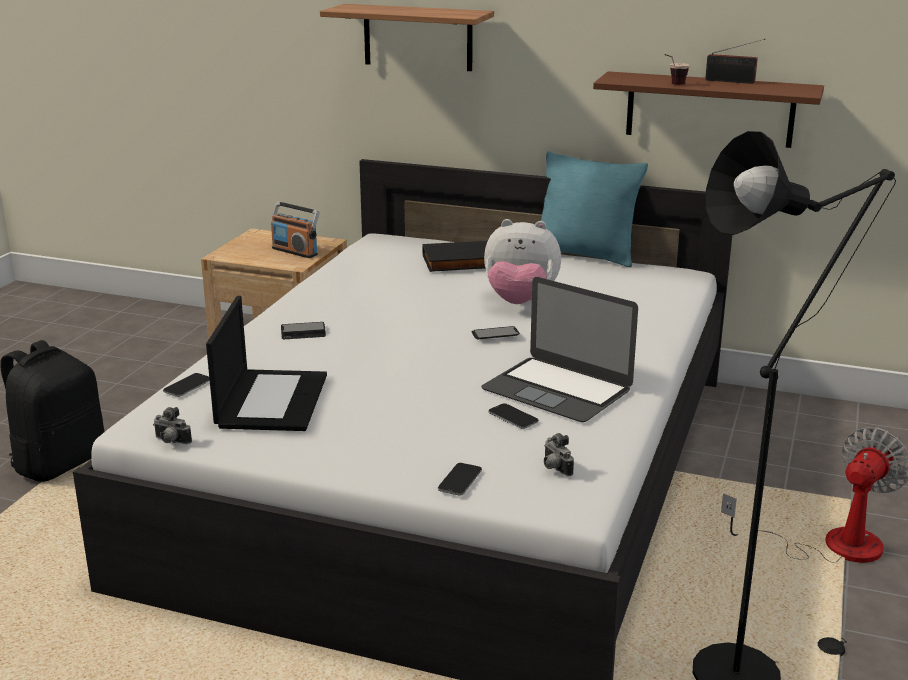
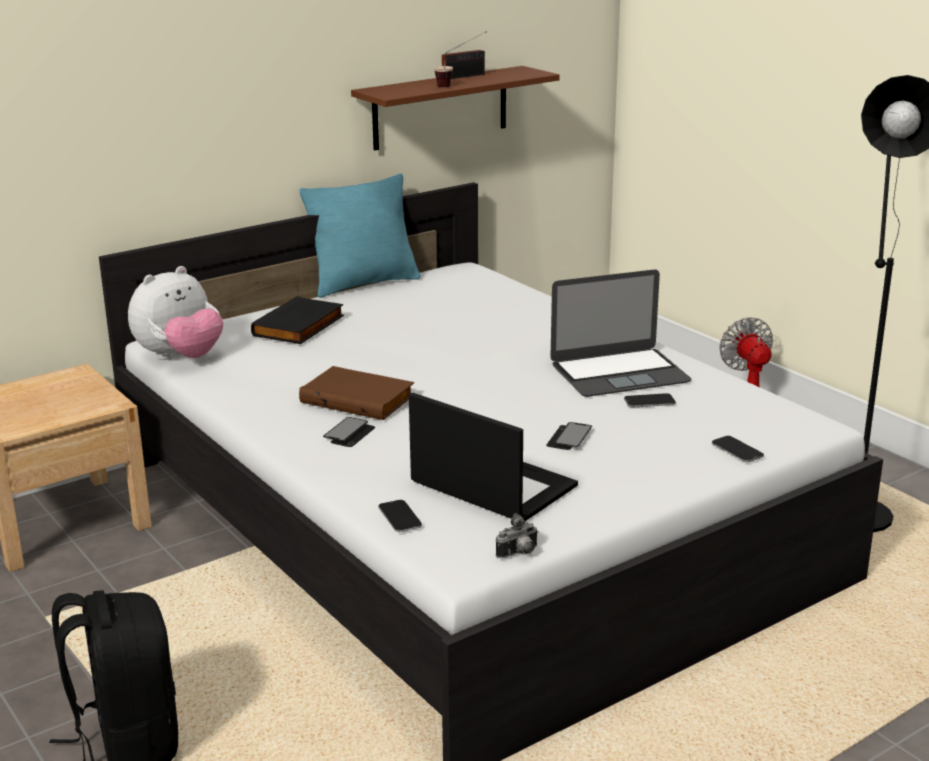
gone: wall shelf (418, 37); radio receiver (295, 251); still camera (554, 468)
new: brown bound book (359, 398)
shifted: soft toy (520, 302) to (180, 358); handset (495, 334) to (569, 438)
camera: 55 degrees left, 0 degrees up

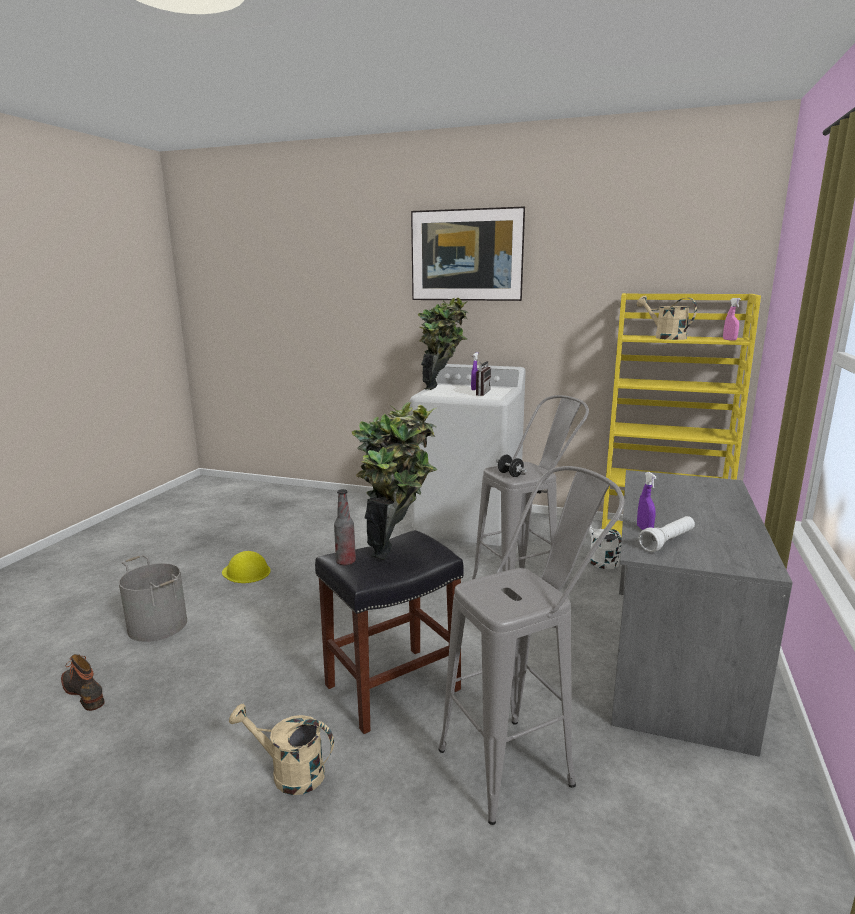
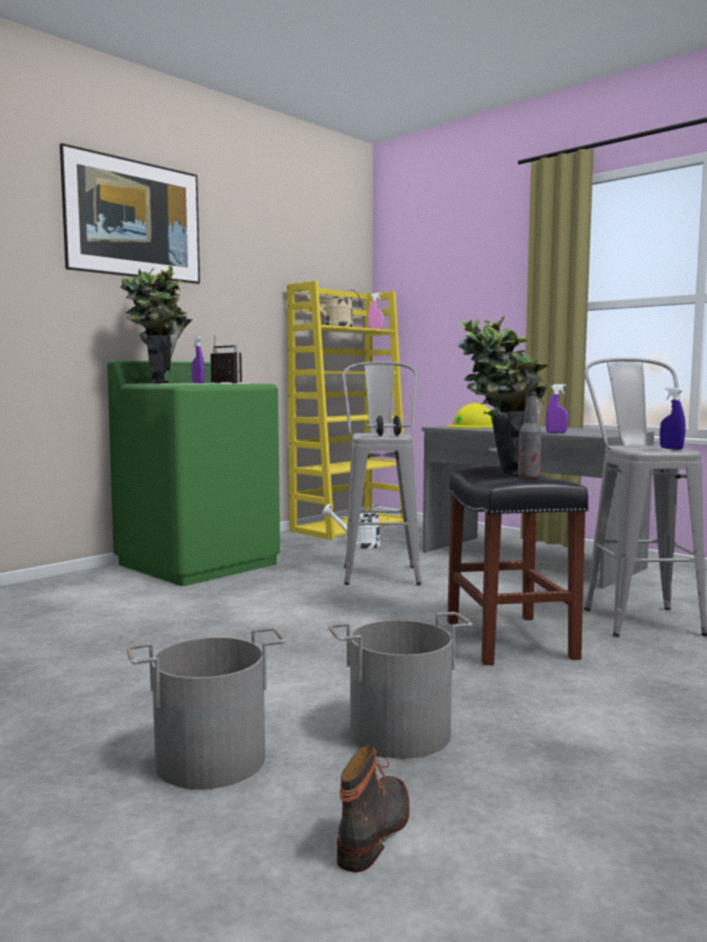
gone: whitish flashlight (667, 542); sand-coloured watering can (289, 773)
new: blue-coloured sprayer (671, 449); gray pail (399, 732)
shifted: yellow work helmet (246, 572) to (473, 426)
repainted: whitish laundry appliance (468, 522) to greenish laundry appliance (199, 564)
rotated: tall boot (85, 692) = (375, 830) 135 degrees clockwise
camera: 65 degrees left, 10 degrees down

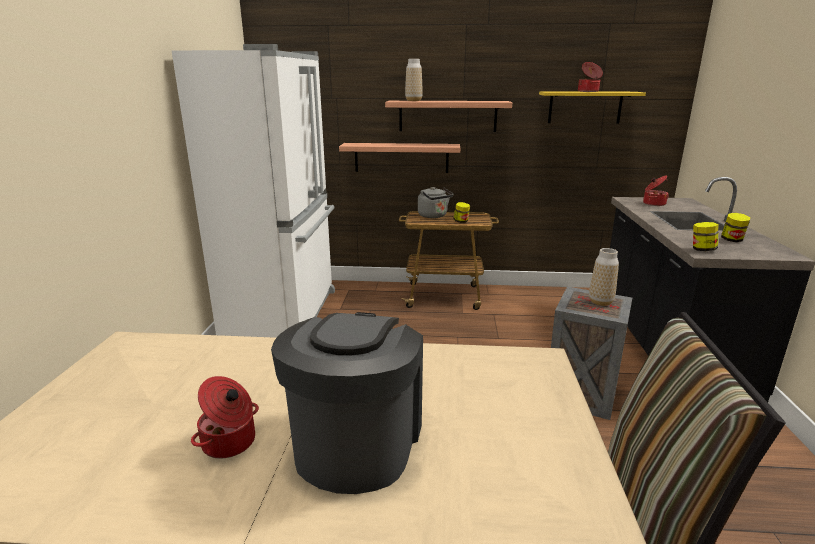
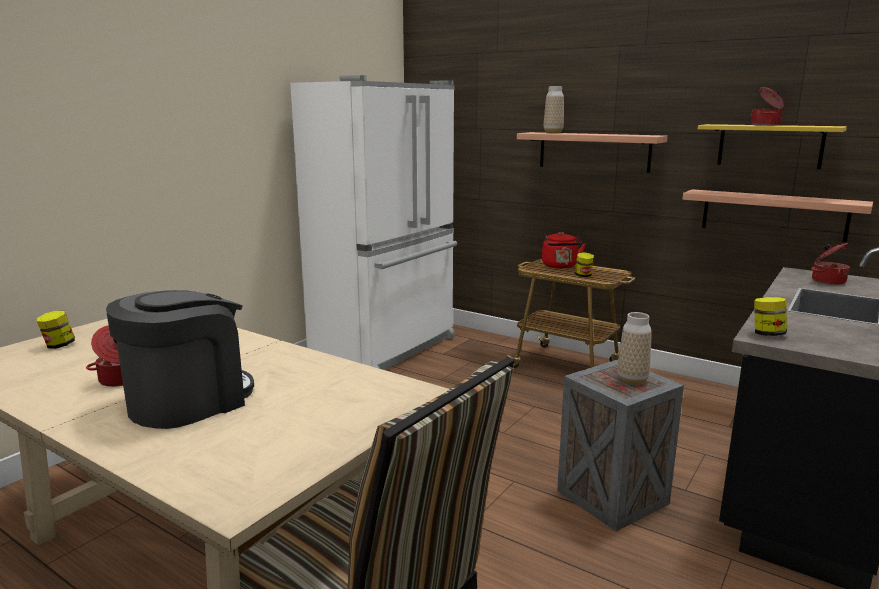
shifted: wall shelf (401, 157) to (773, 214); storage jar (732, 240) to (59, 345)
repainted: gray tea kettle (434, 216) to red tea kettle (560, 266)
camera: 30 degrees right, 5 degrees down

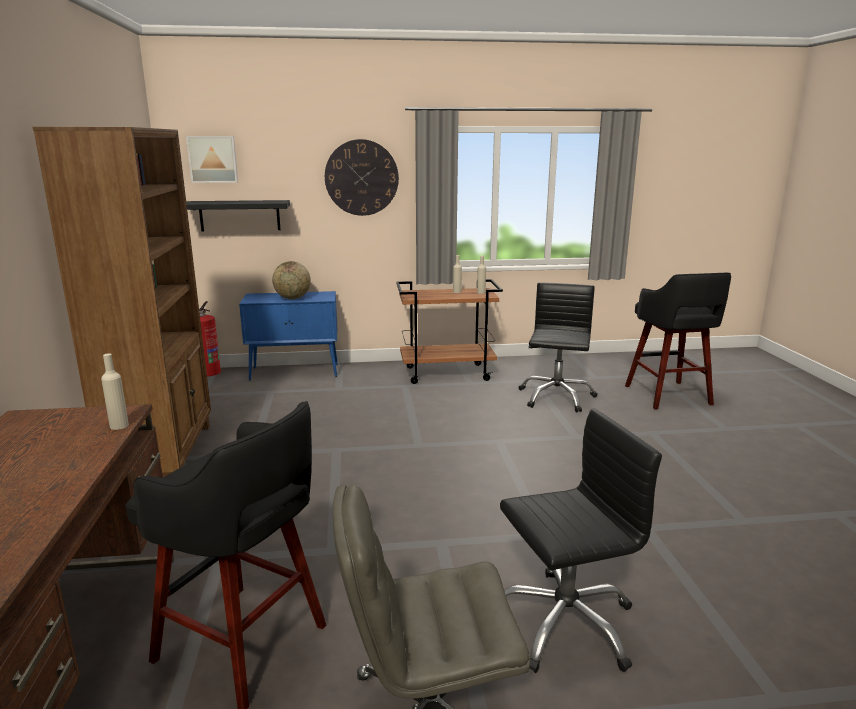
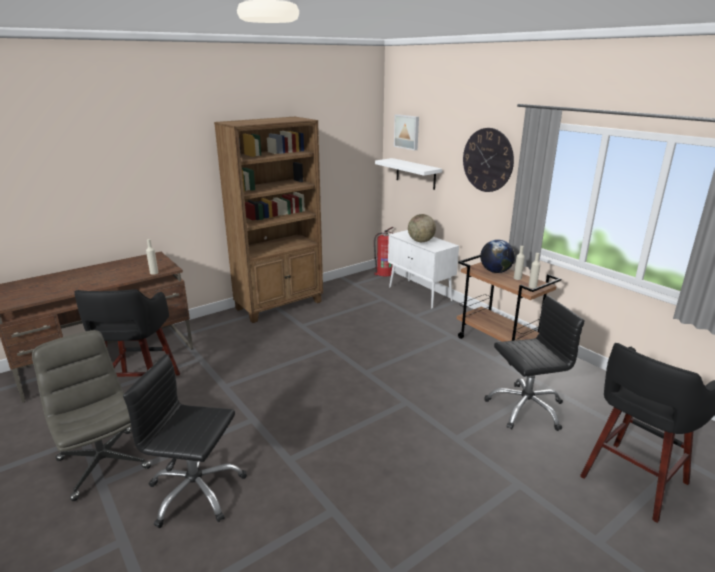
new: desk globe (495, 271)
repainted: black-coloured wall shelf (240, 215) to whitish wall shelf (415, 173); blue-coloured cabinet (295, 372) to whitish cabinet (420, 294)
rotated: black-coloured desk chair (564, 622) = (196, 492) 150 degrees clockwise
camera: 60 degrees right, 5 degrees up

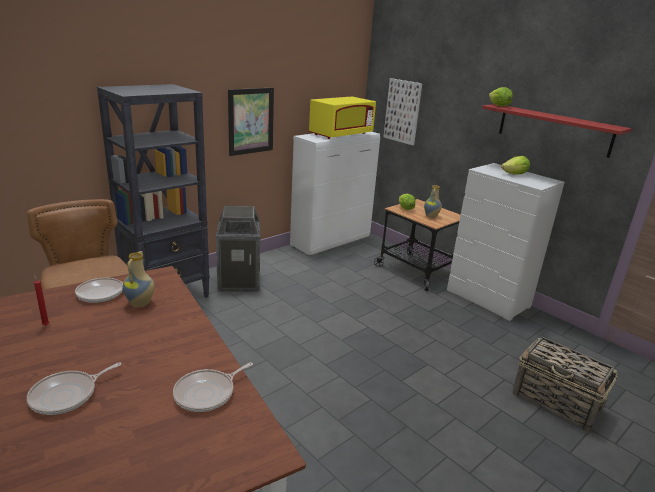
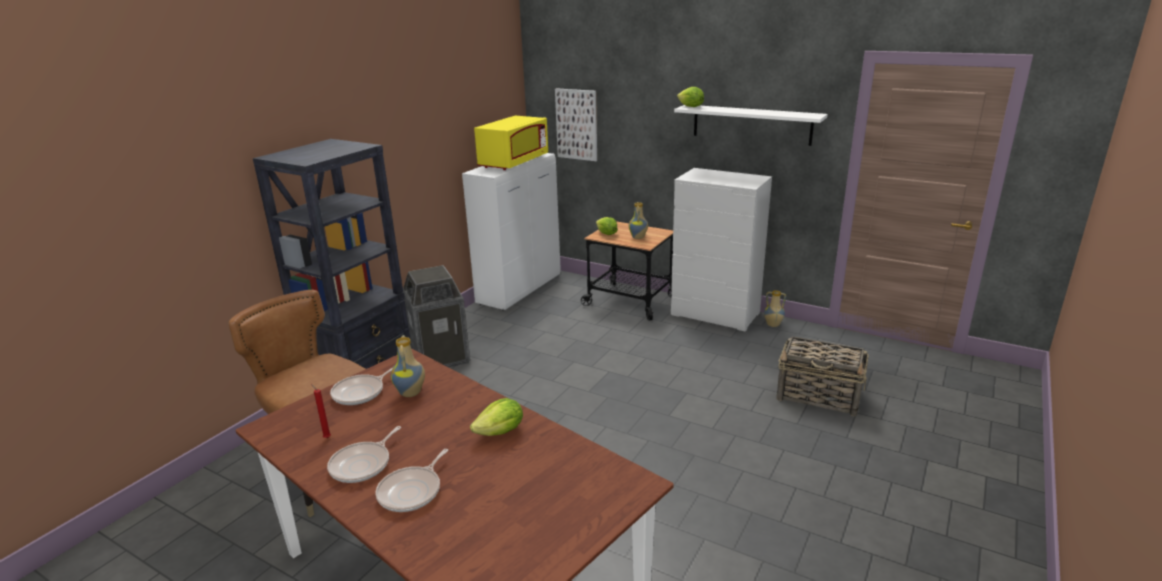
gone: picture (251, 121)
new: flower vase (773, 325)
shifted: lettuce (515, 174) to (501, 432); pan (207, 393) to (363, 464)
repainted: red wall shelf (553, 130) to whitish wall shelf (751, 124)
camera: 15 degrees left, 0 degrees up

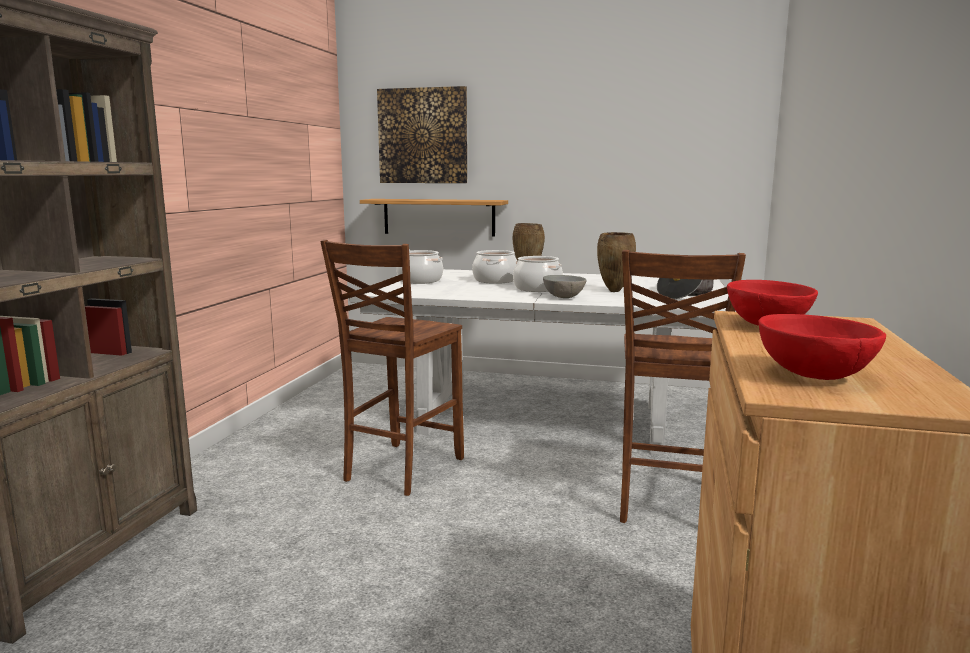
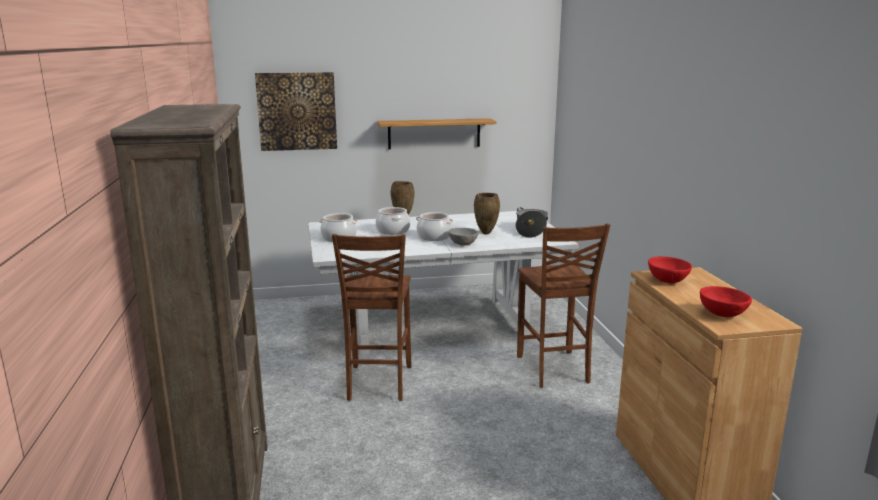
shifted: wall shelf (438, 217) to (434, 133)
camera: 25 degrees left, 5 degrees up

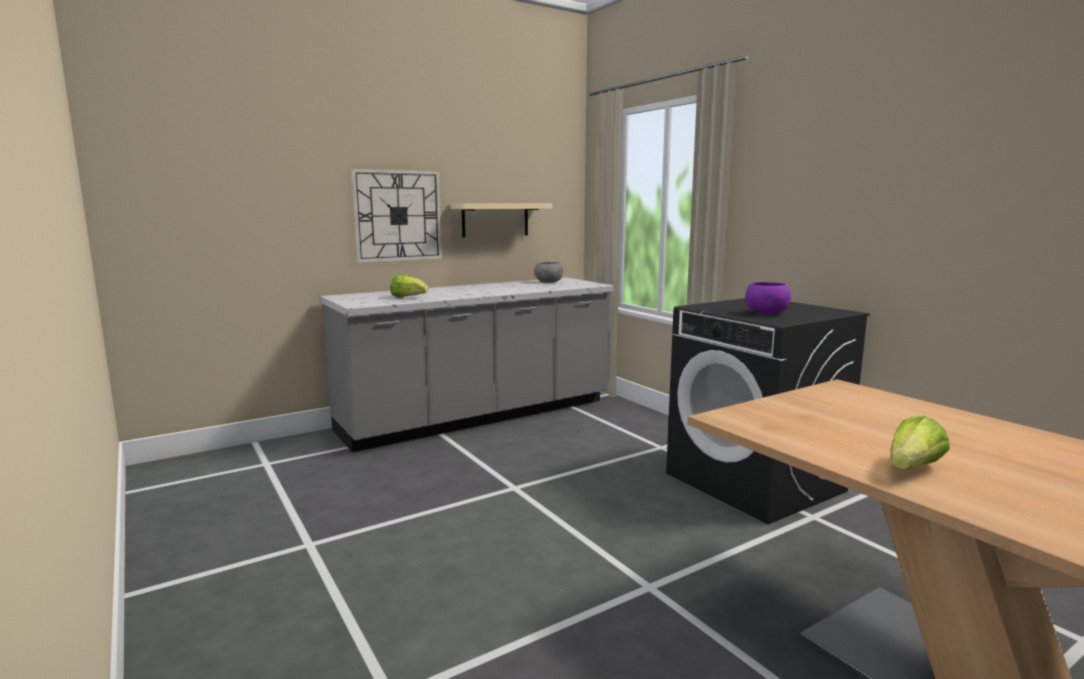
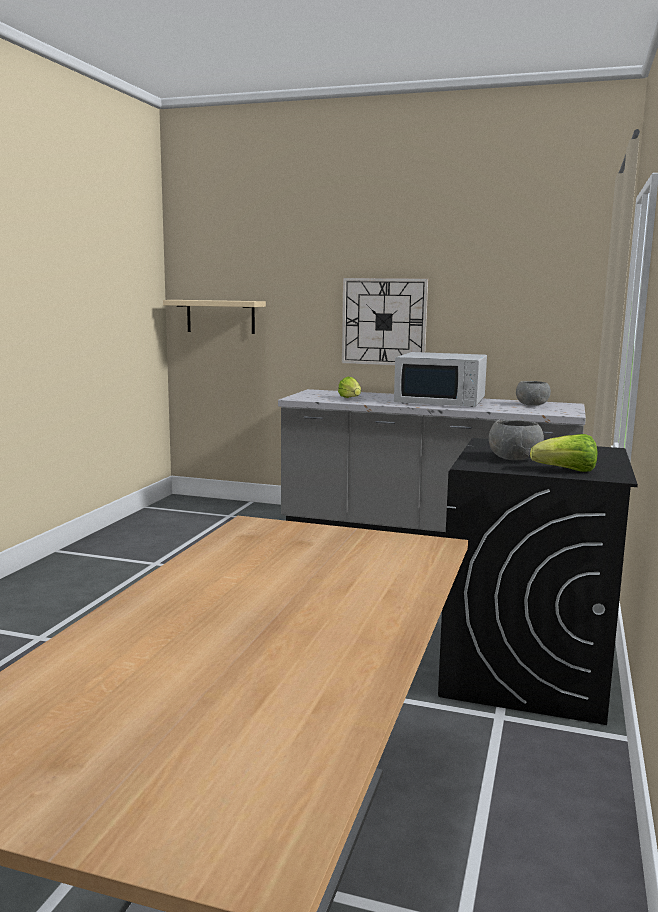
new: whitish kitchen microwave (441, 401)
shifted: sand-coloured wall shelf (495, 219) to (220, 316); lettuce (912, 468) to (566, 471)
repainted: purple-coloured serving bowl (767, 313) to gray serving bowl (514, 459)
camera: 50 degrees right, 0 degrees up

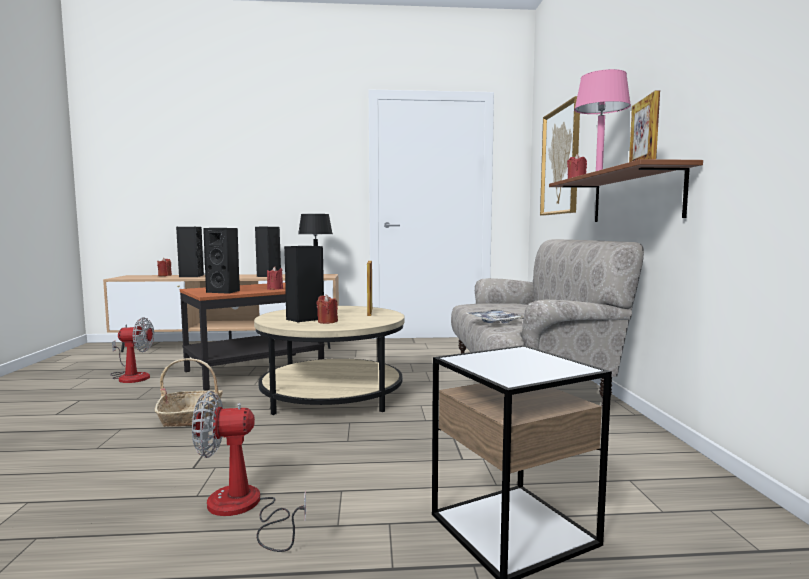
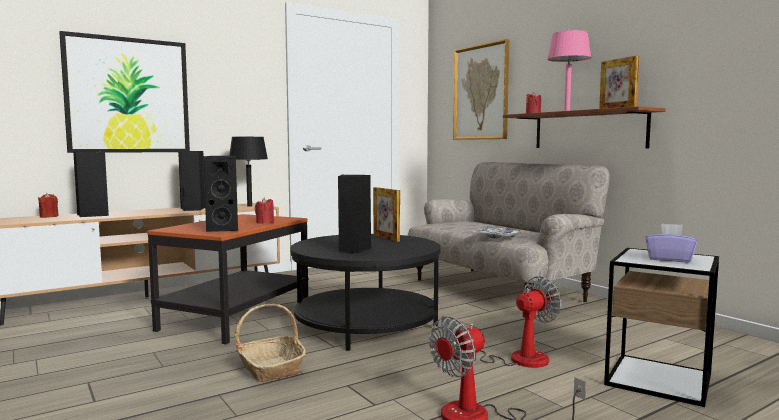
gone: red wax light (327, 322)
new: picture (128, 95); purple-coloured tissue box (669, 259)
shifted: fan (131, 376) to (514, 358)
repainted: sand-coloured low table (332, 395) to black-coloured low table (366, 325)
camera: 30 degrees left, 0 degrees up

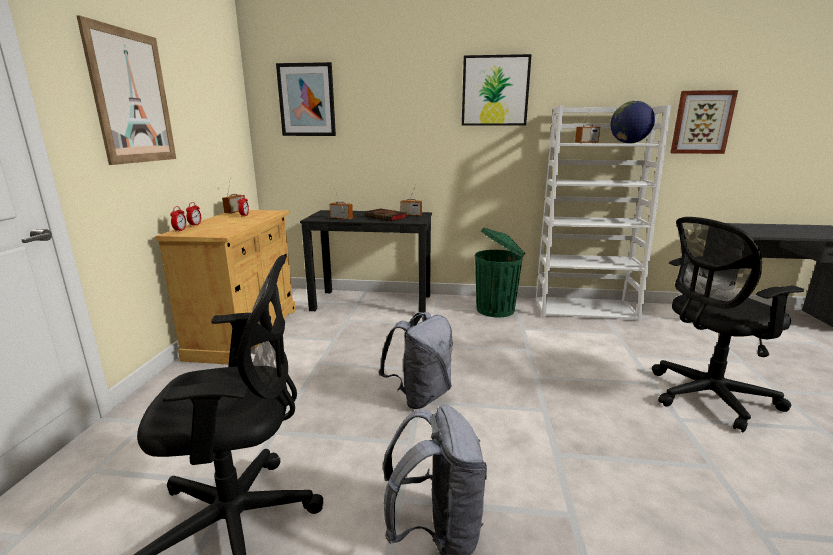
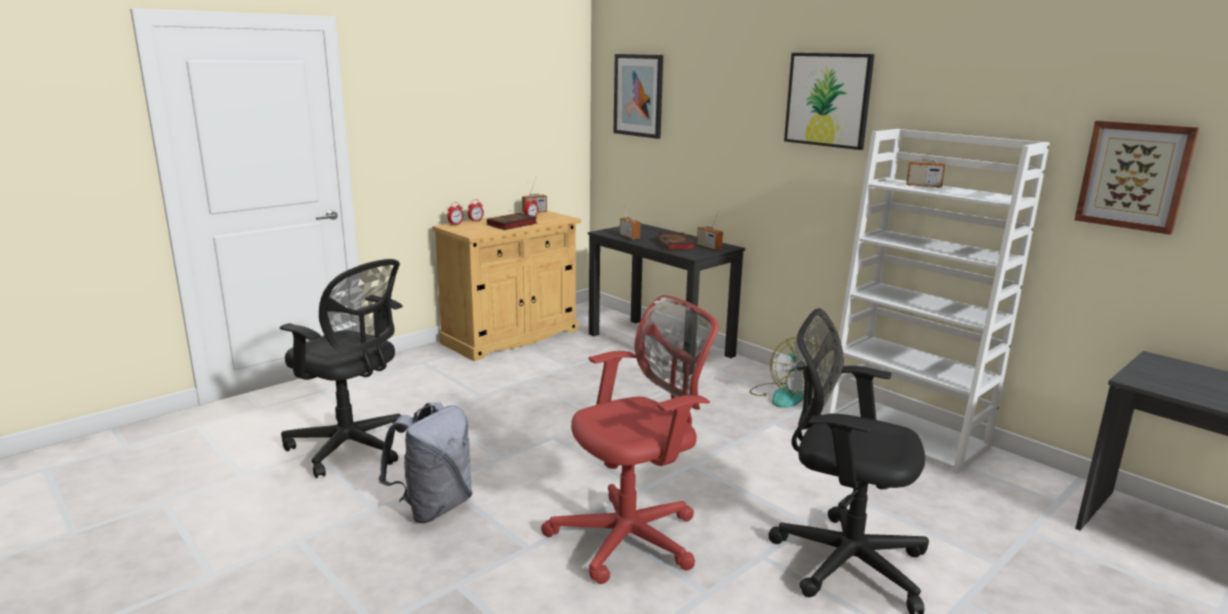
gone: picture (132, 97); desk globe (629, 143); gray rucksack (420, 396)
new: bound book (511, 225); red desk chair (632, 537)
swapped: greenish rubbish bin (496, 309) to fan (783, 395)
camera: 40 degrees right, 0 degrees up

